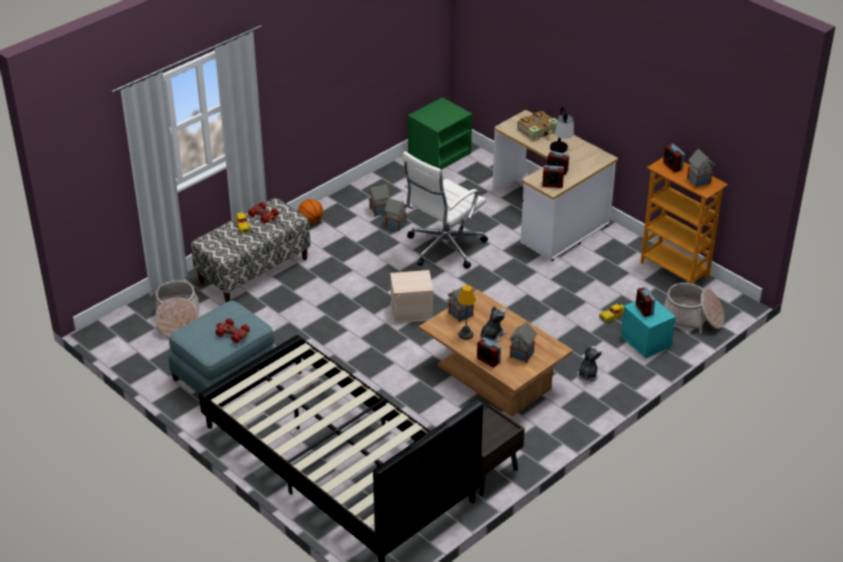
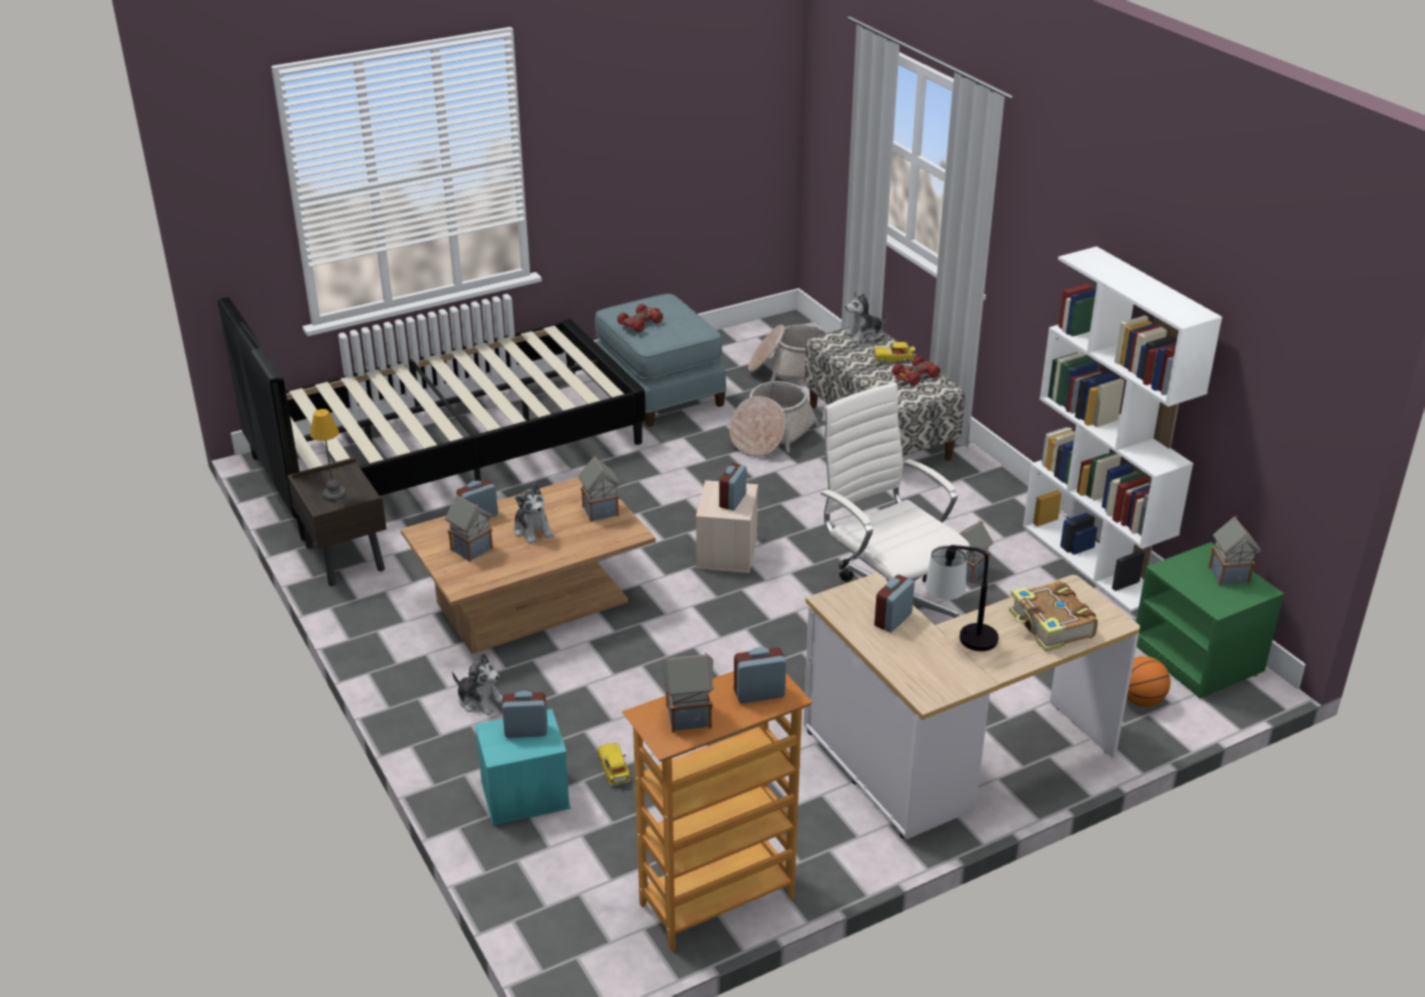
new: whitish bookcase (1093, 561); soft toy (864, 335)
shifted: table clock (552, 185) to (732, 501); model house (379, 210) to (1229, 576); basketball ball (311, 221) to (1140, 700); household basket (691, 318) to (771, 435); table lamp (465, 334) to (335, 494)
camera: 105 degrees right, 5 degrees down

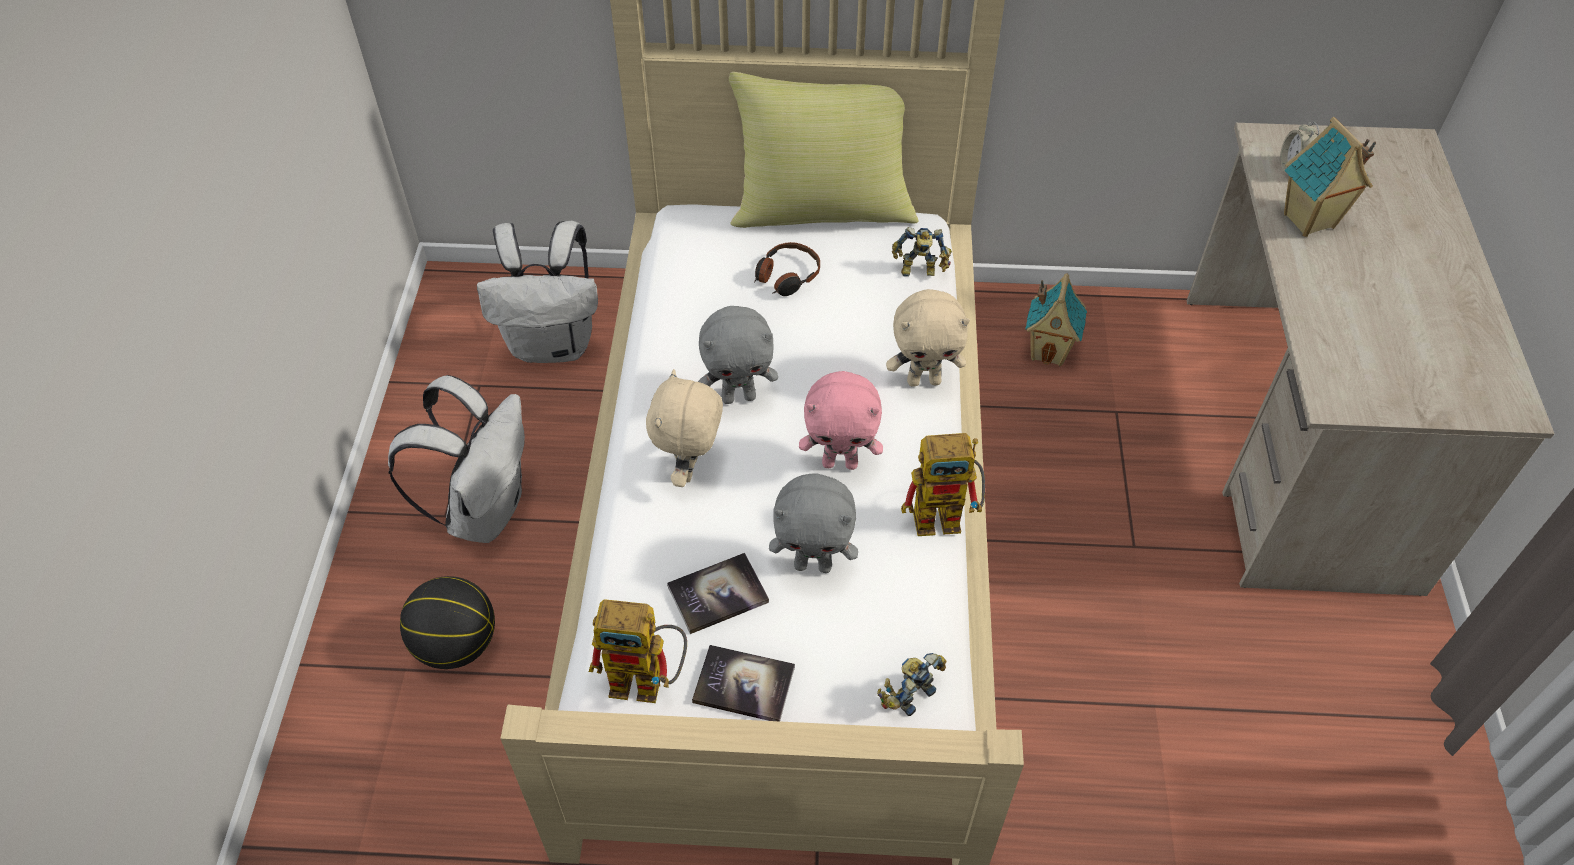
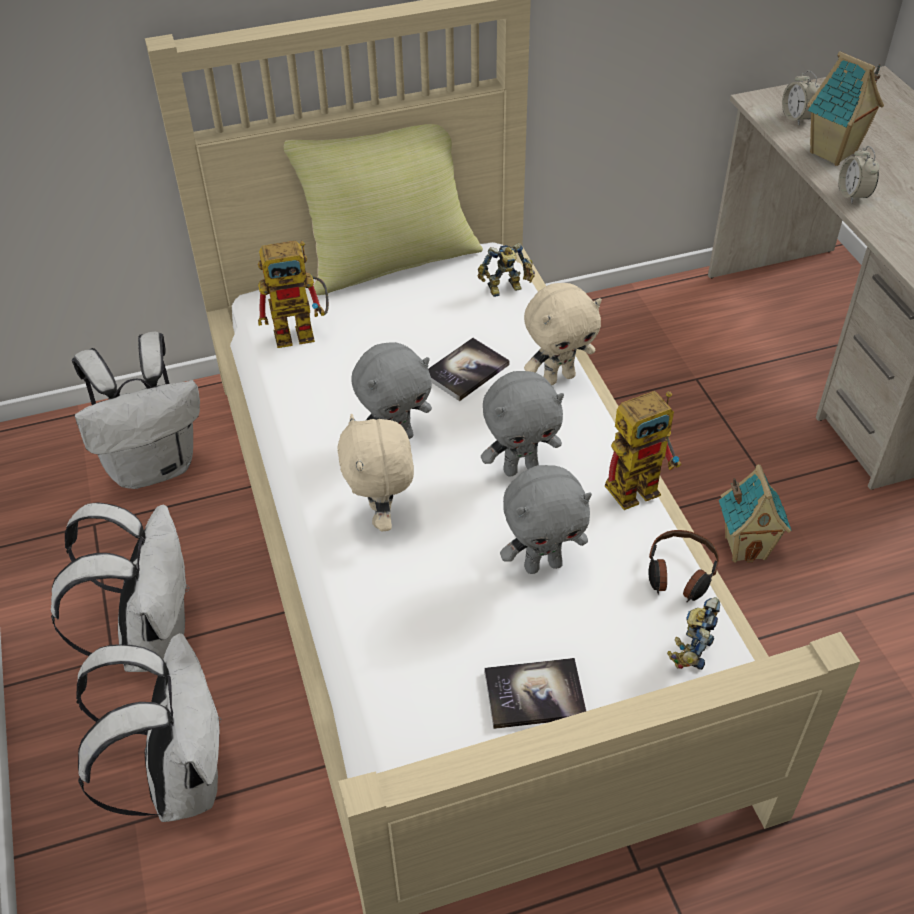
new: table clock (853, 195)
shifted: headphones (786, 276) to (680, 574); model house (1049, 351) to (745, 546); bound book (718, 594) to (466, 371); toy robot (648, 681) to (303, 331)
swapped: basketball ball (456, 644) to whitish rucksack (179, 777)
repainted: pinkish soft toy (840, 462) to gray soft toy (521, 468)
camera: 20 degrees left, 5 degrees down

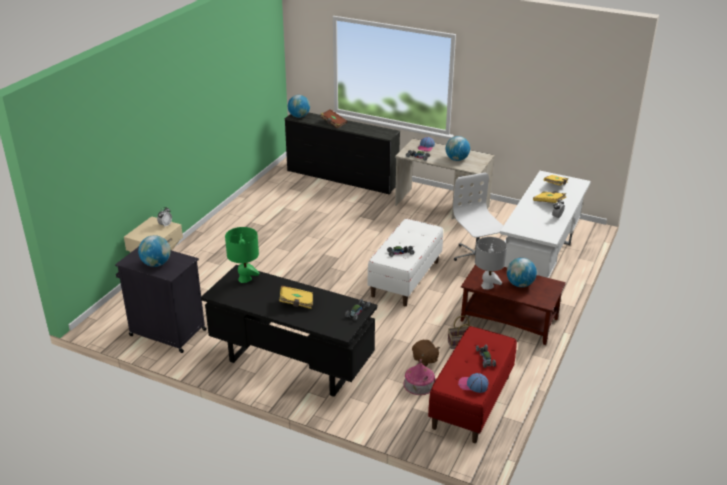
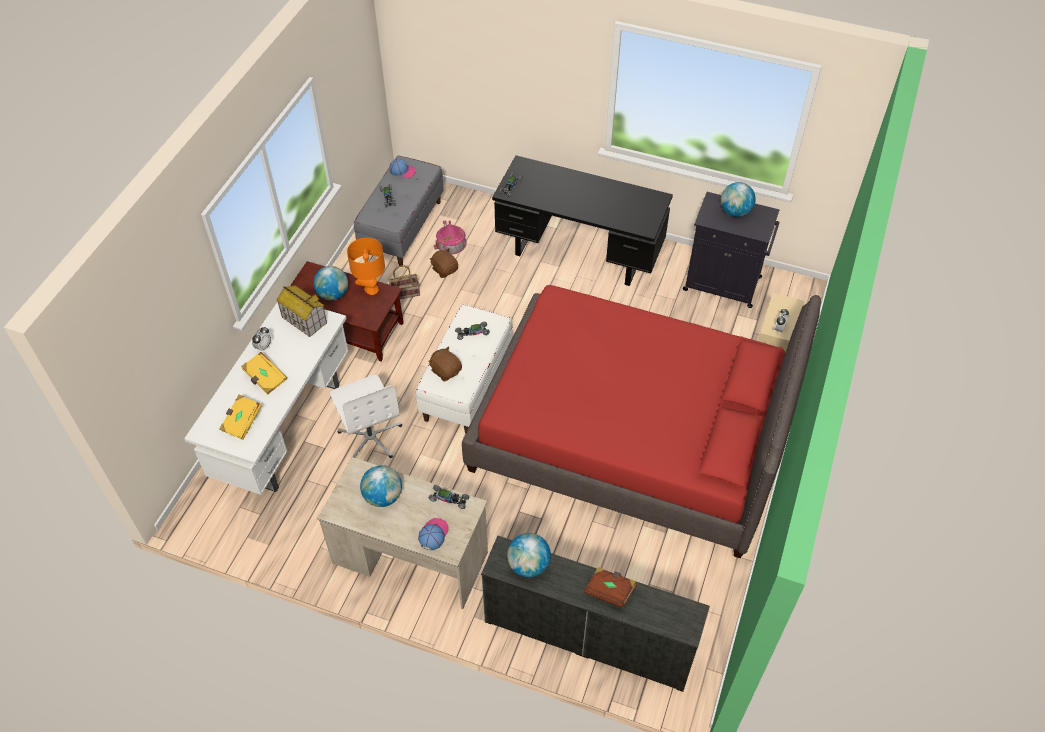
gone: greenish table lamp (245, 279); yellow bound book (296, 303)
new: model house (304, 320); red sleeping bed (631, 435); brown soft toy (446, 371)
shifted: desk globe (299, 116) to (528, 565)
repainted: gray table lamp (487, 286) to orangey table lamp (371, 289); red long seat (471, 402) to gray long seat (402, 228)
camera: 175 degrees right, 20 degrees up

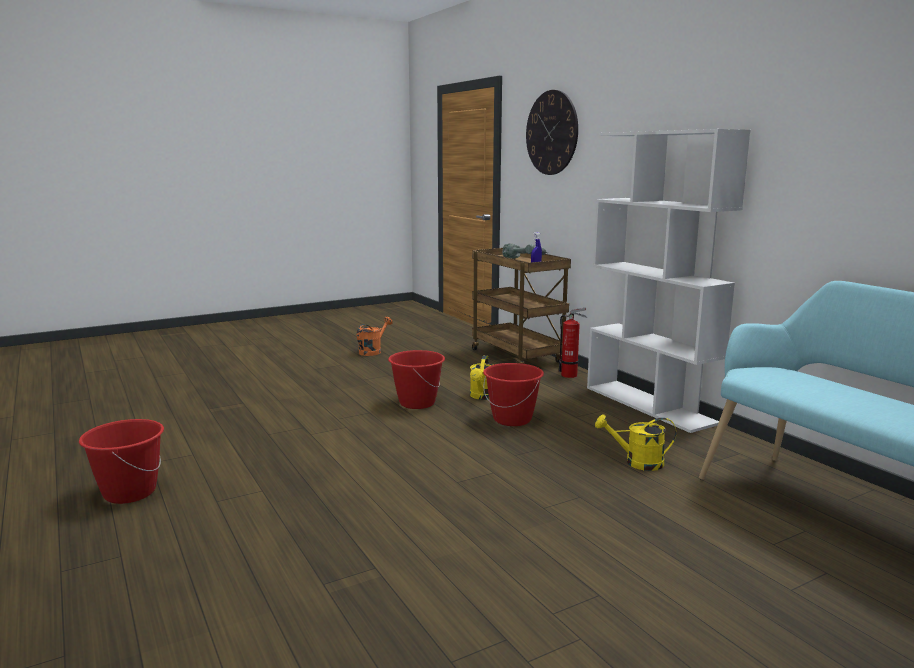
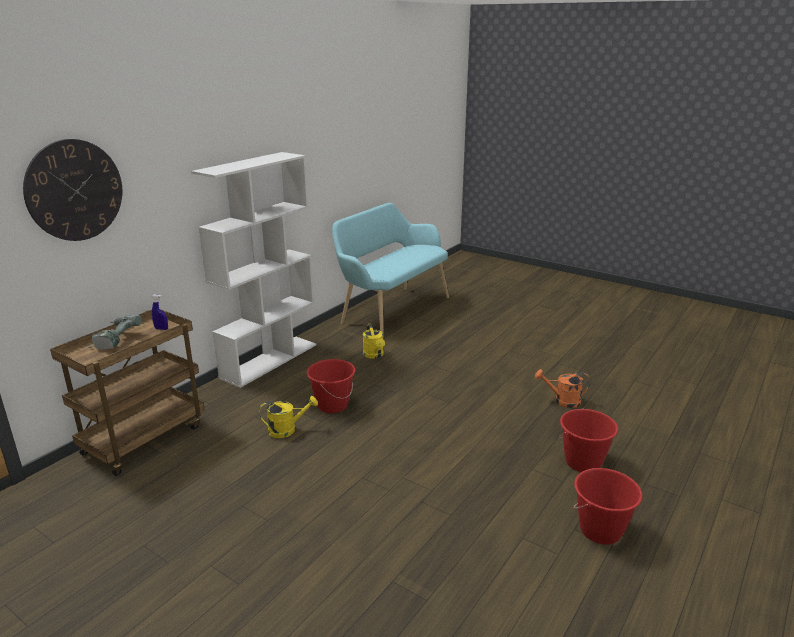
gone: fire-fighting cylinder (571, 375)
shifted: orangey watering can (372, 351) to (562, 401); red pail (417, 403) to (583, 462)
camera: 115 degrees left, 10 degrees up

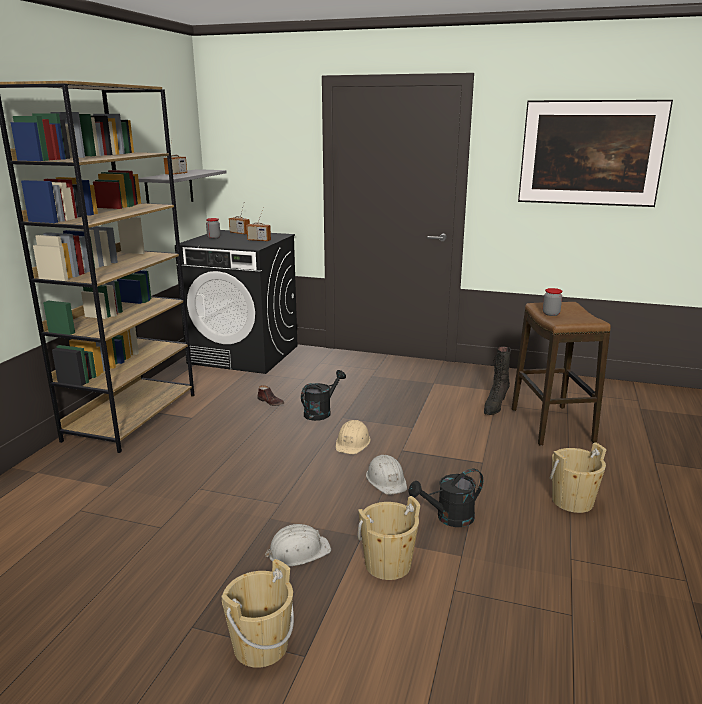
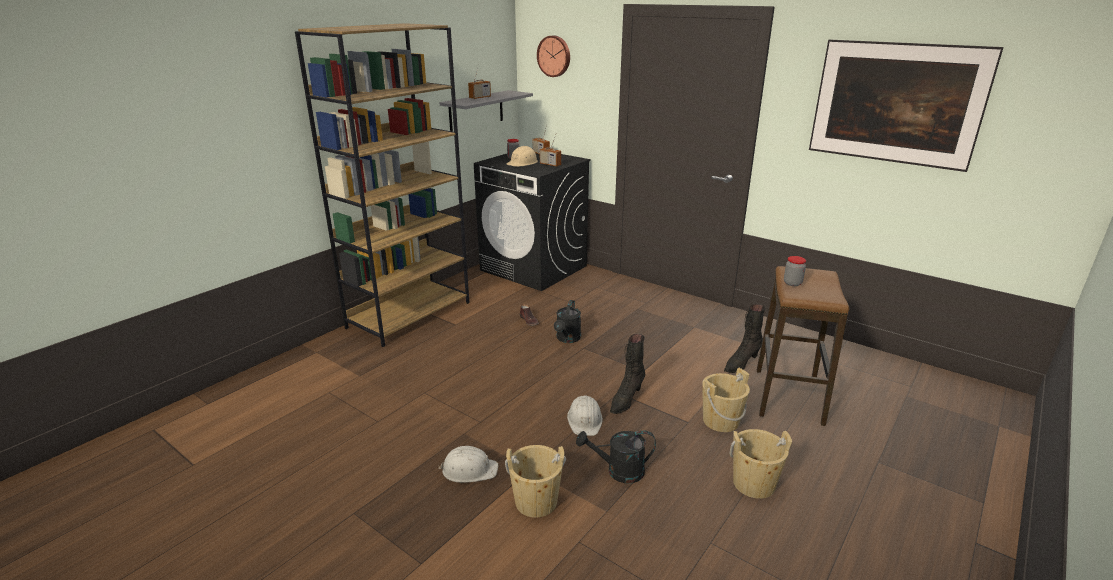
new: hanging clock (554, 56); black-coloured tall boot (626, 400)
shifted: sand-coloured work helmet (353, 443) to (523, 163); sand-coloured pail (261, 645) to (720, 421)
rotated: black-coloured watering can (321, 412) = (567, 339) 135 degrees clockwise
camera: 20 degrees right, 5 degrees up

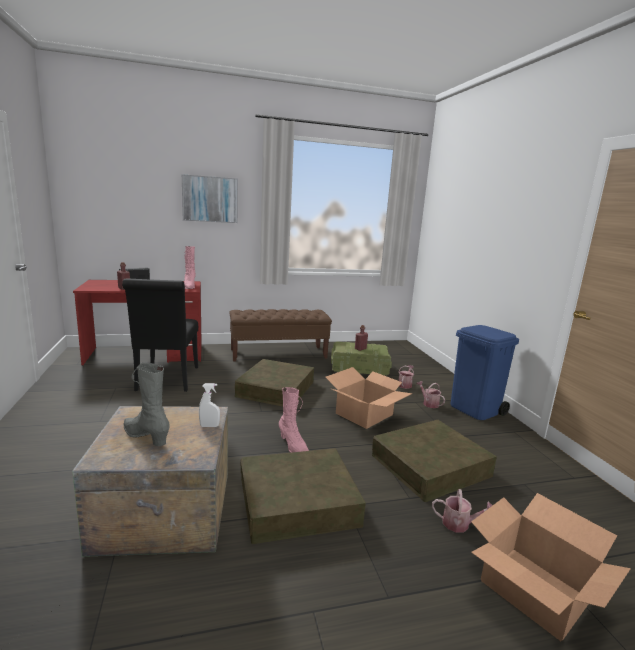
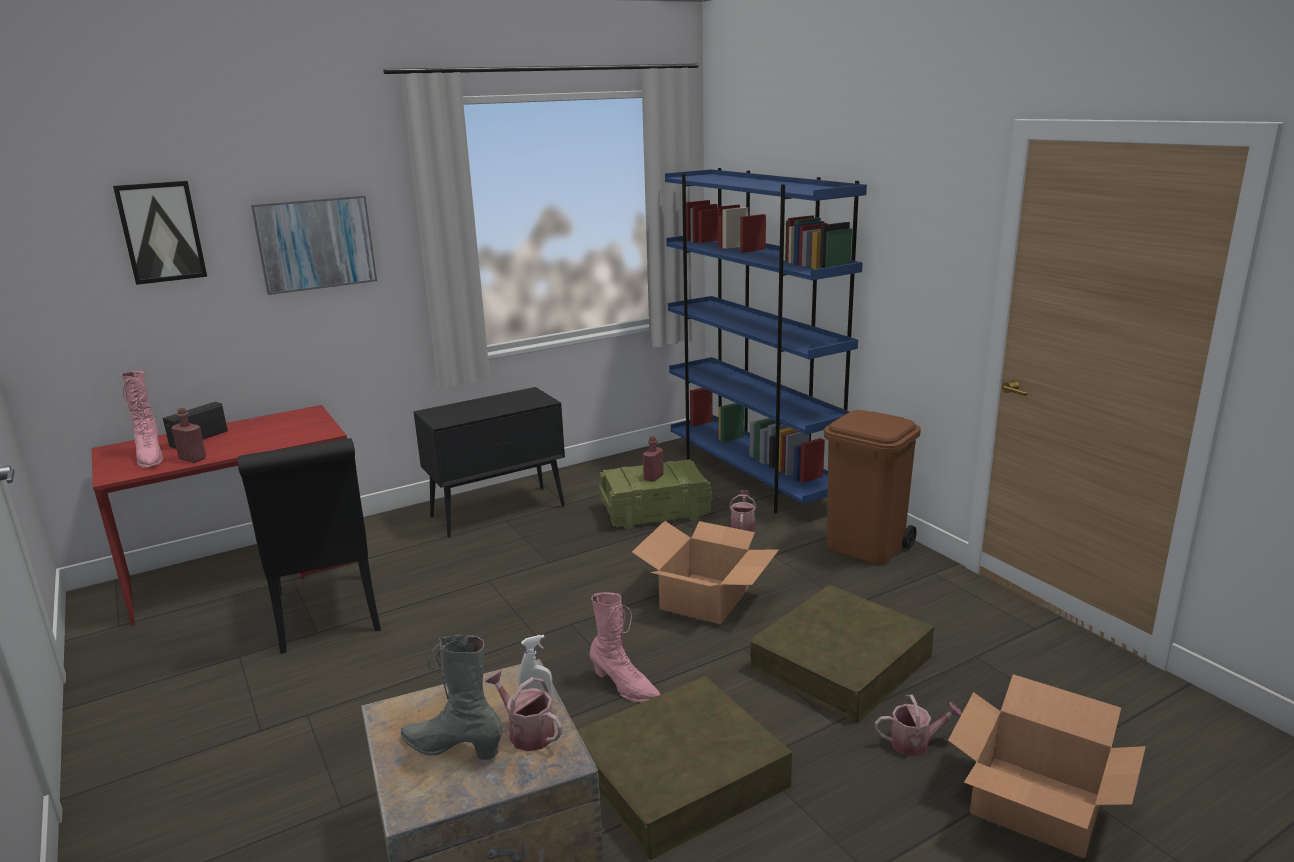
gone: brown storage box (276, 389)
new: blue-coloured bookcase (753, 478); picture (161, 232)
shifted: pinkish tall boot (189, 286) to (150, 457); watering can (429, 403) to (527, 732)
swapped: brown long seat (279, 353) to black-coloured cabinet (499, 511)
repainted: blue-coloured rubbish bin (475, 409) to brown rubbish bin (866, 547)
camera: 15 degrees left, 5 degrees up

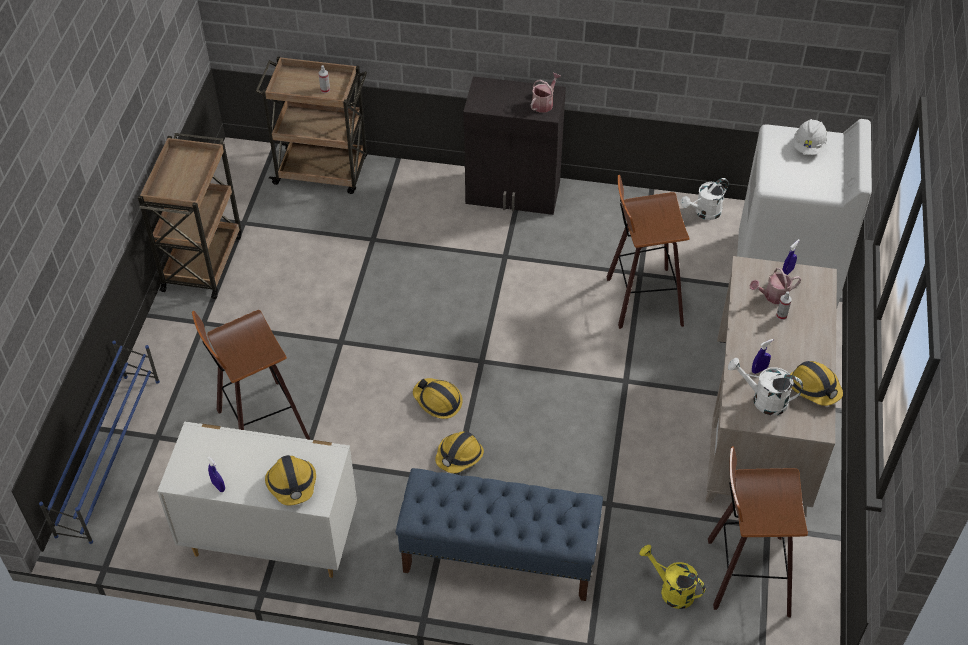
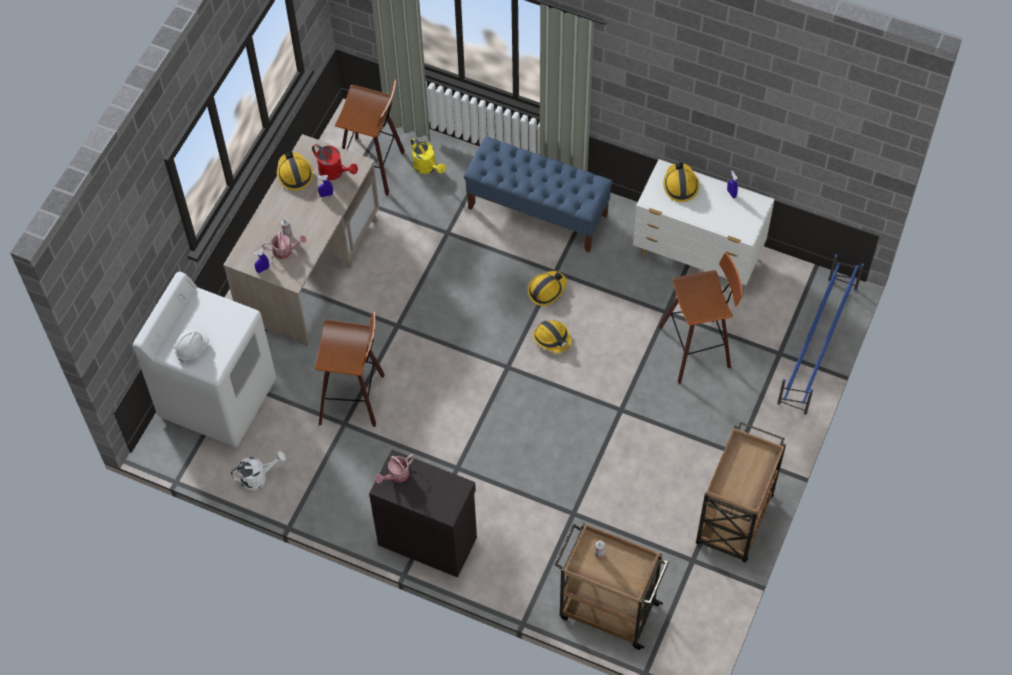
repainted: whitish watering can (763, 400) to red watering can (335, 172)
camera: 165 degrees left, 10 degrees up

